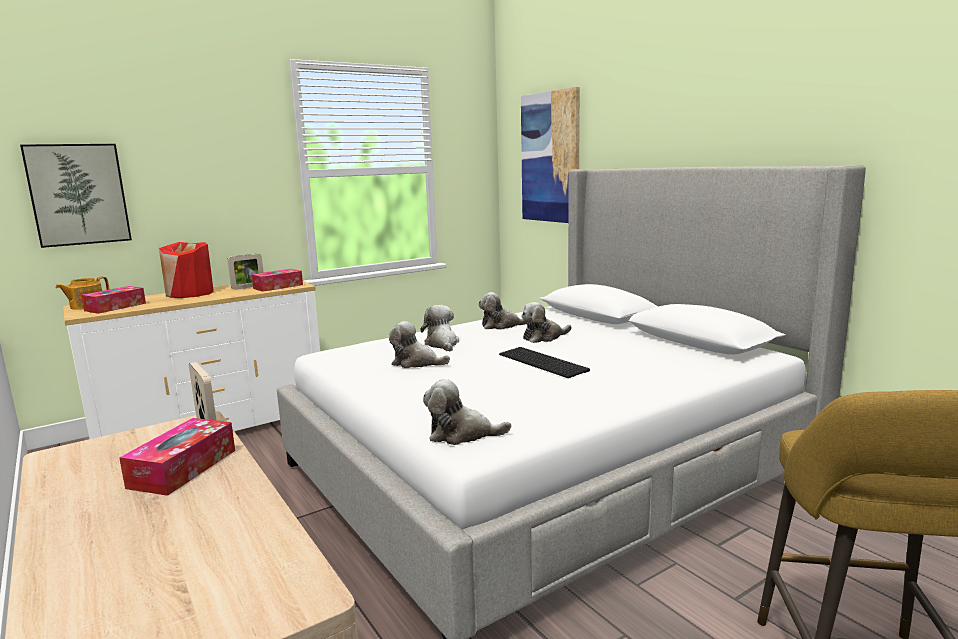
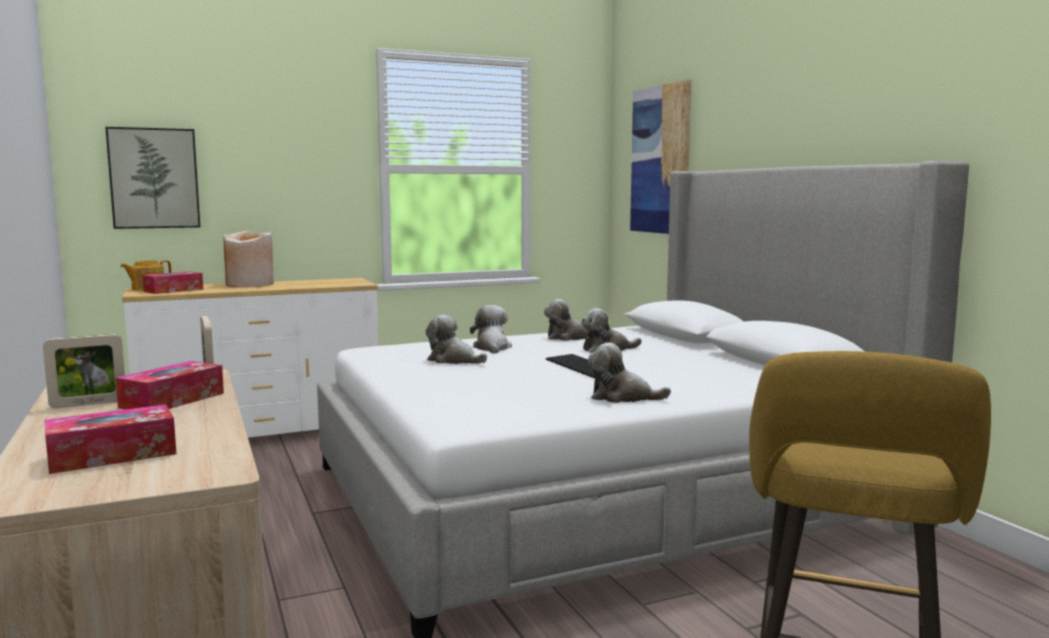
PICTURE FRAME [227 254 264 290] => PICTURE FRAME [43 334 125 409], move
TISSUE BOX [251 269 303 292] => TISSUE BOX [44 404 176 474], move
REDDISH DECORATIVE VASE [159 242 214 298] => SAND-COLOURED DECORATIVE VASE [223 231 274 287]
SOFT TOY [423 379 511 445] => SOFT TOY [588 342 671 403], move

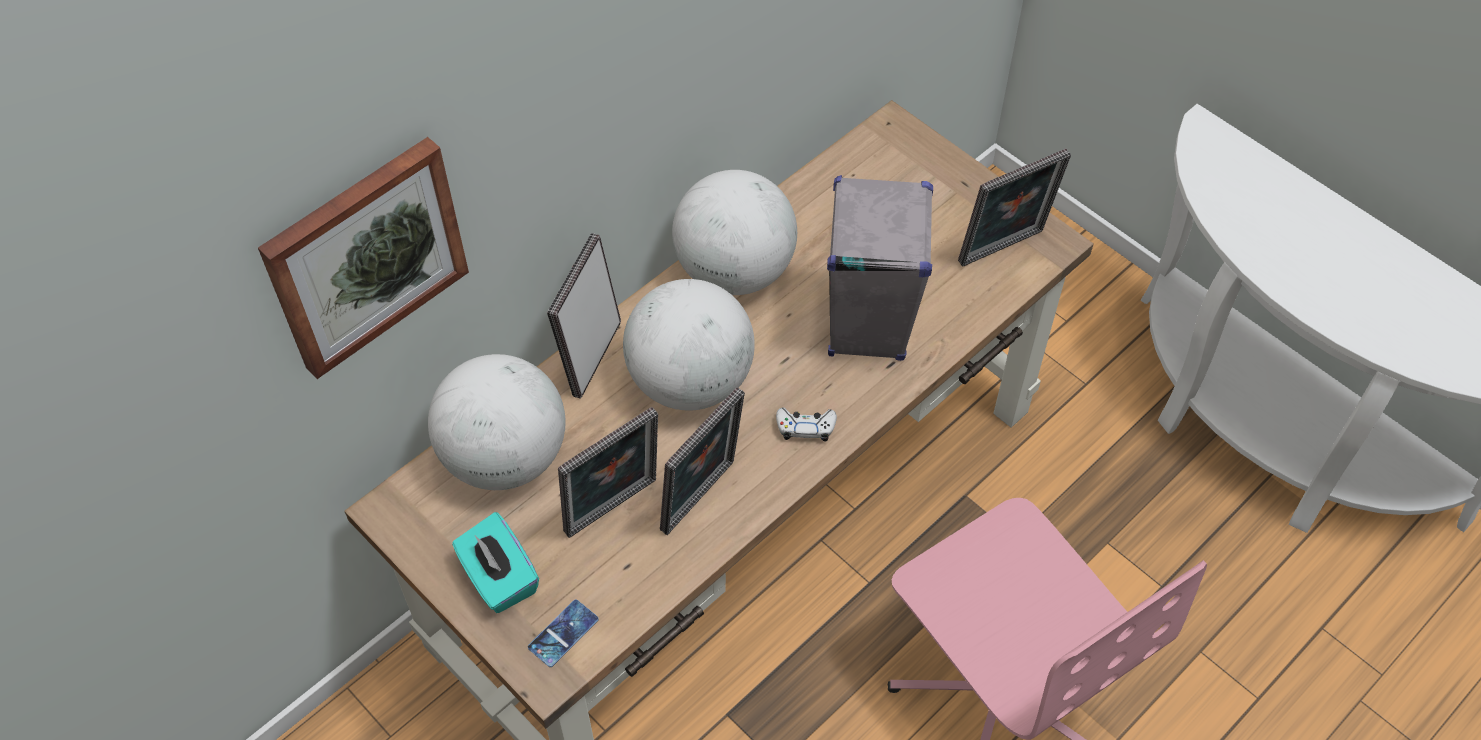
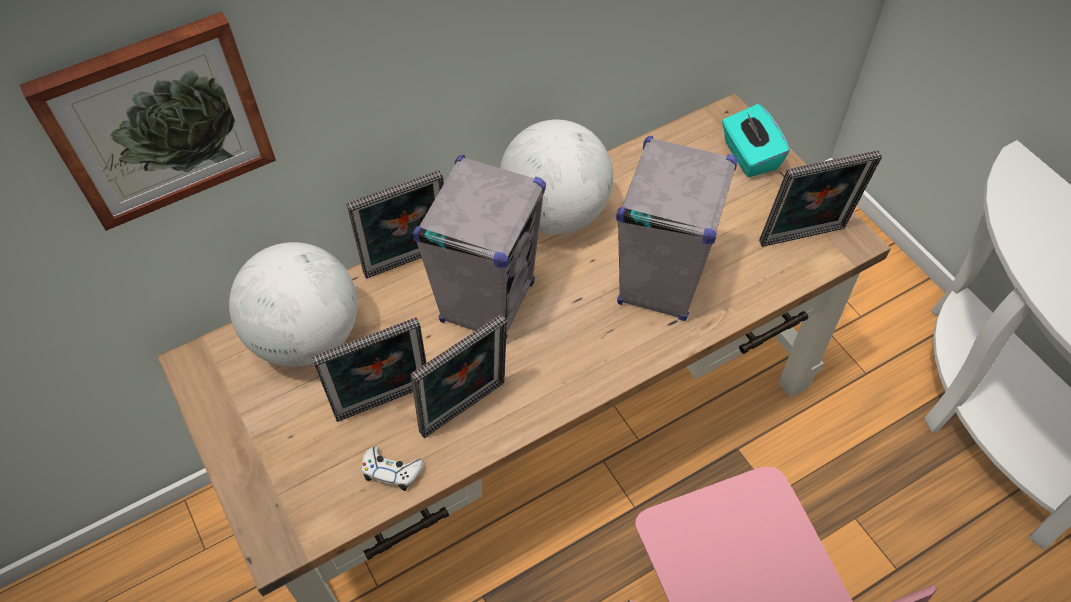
PICTURE FRAME [547 233 621 399] => PICTURE FRAME [346 170 444 279], 150 degrees counterclockwise
WHITE-COLOURED GAME CONTROLLER [776 408 837 442] => WHITE-COLOURED GAME CONTROLLER [361 447 425 491], move
DESK GLOBE [623 279 755 411] => GREY SPEAKER [412 155 546 339]
BLUE-GREEN TISSUE BOX [452 512 539 613] => BLUE-GREEN TISSUE BOX [722 104 790 177], move
HANDSET [528 599 599 667] => nothing

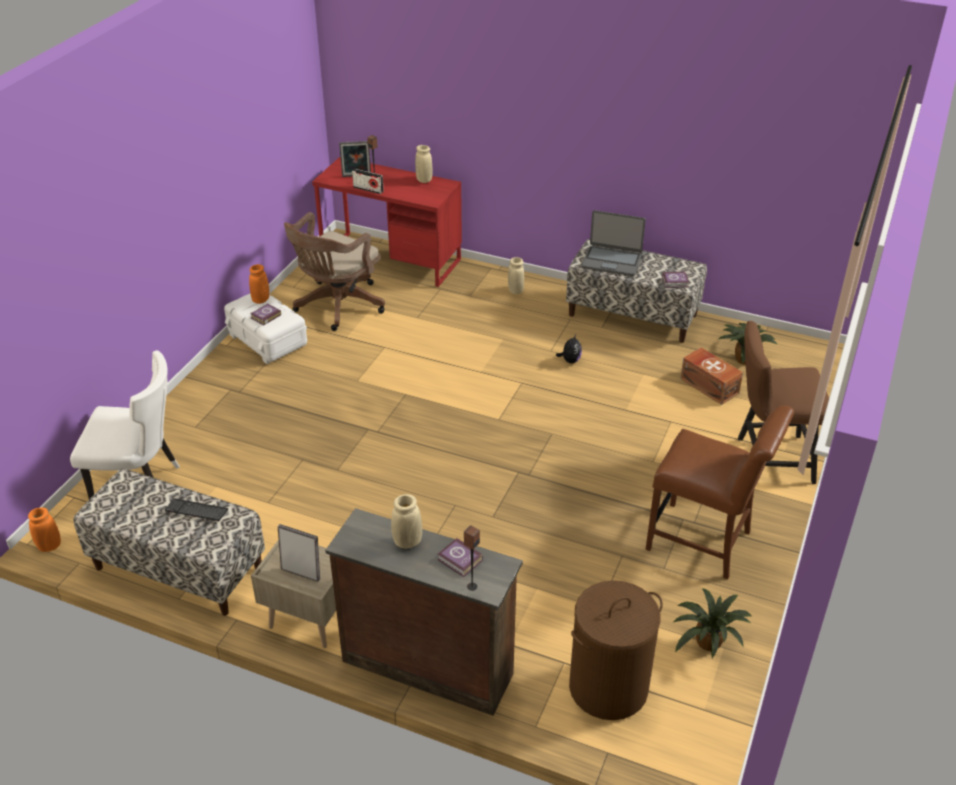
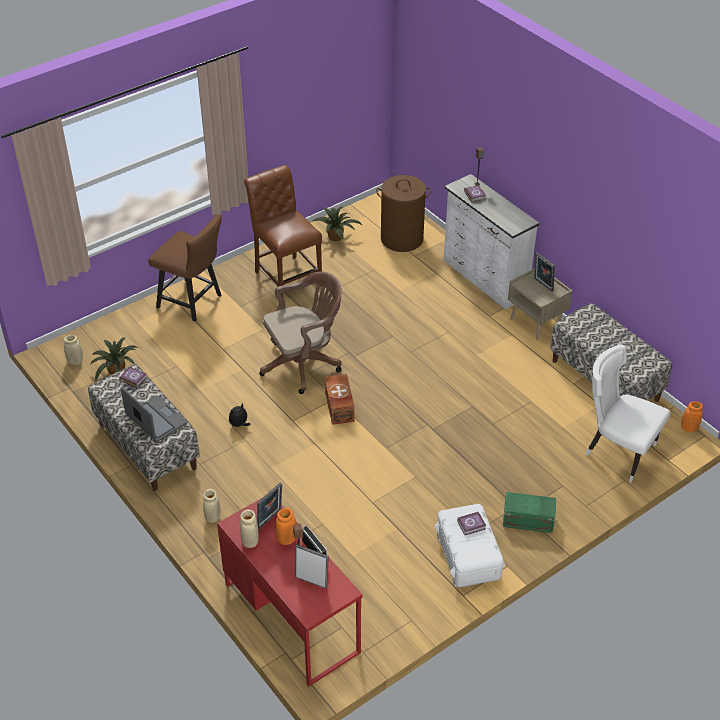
SAND-COLOURED DECORATIVE VASE [391 494 422 549] => SAND-COLOURED DECORATIVE VASE [64 335 83 365], move
nothing => PICTURE FRAME [257 483 282 529]
BROWNISH DESK CHAIR [284 212 385 331] => BROWNISH DESK CHAIR [259 272 342 394], move
ORANGEY DECORATIVE VASE [249 264 269 304] => ORANGEY DECORATIVE VASE [275 508 296 545], move
BROWNISH STORAGE CONTAINER [680 347 743 405] => BROWNISH STORAGE CONTAINER [325 374 355 425], move
BROWNISH DRAWER CHEST [325 508 523 716] => WHITE-COLOURED DRAWER CHEST [444 174 540 309]
nothing => GREEN-COLOURED STORAGE CONTAINER [503 492 556 533]
COMPUTER KEYBOARD [165 498 229 522] => nothing

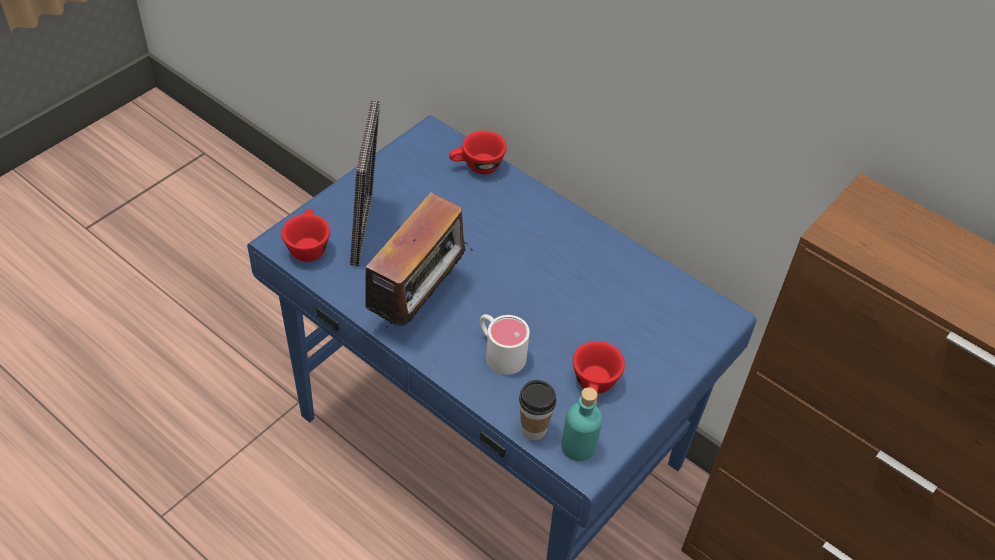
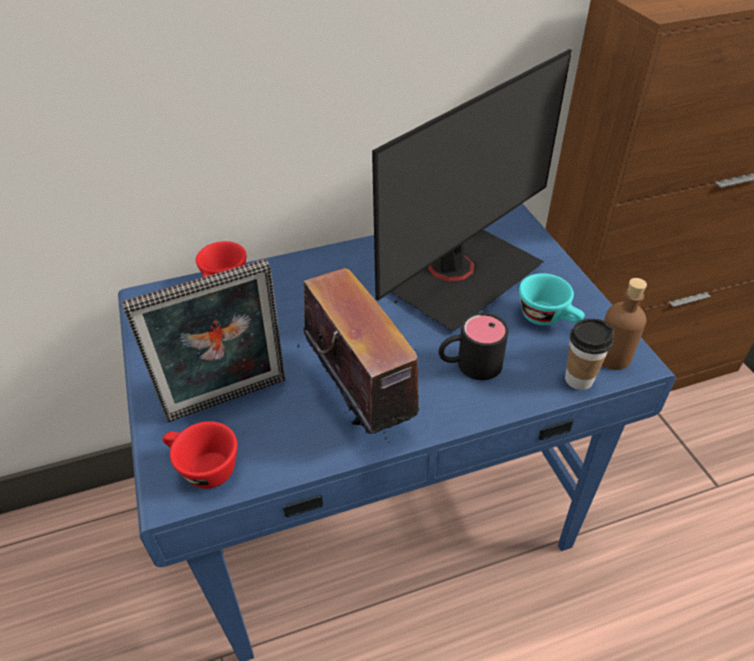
PICTURE FRAME [350 100 380 266] => PICTURE FRAME [122 259 285 422], 120 degrees clockwise
nothing => COMPUTER DISPLAY [372 49 572 332]
WHITE-COLOURED COFFEE MUG [480 314 530 375] => BLACKISH COFFEE MUG [438 312 509 380]
REDDISH DRINKING CUP [573 341 625 401] => BLUE-GREEN DRINKING CUP [519 273 585 326]
BLUE-GREEN BEVERAGE BOTTLE [561 387 603 461] => BROWNISH BEVERAGE BOTTLE [602 278 647 370]

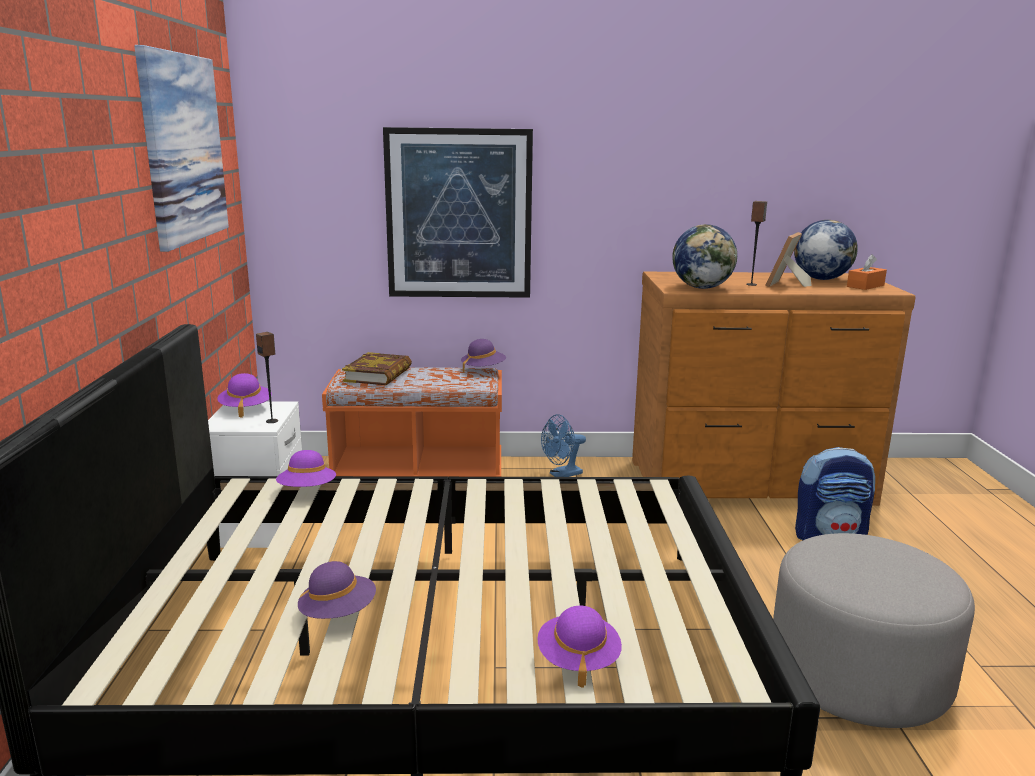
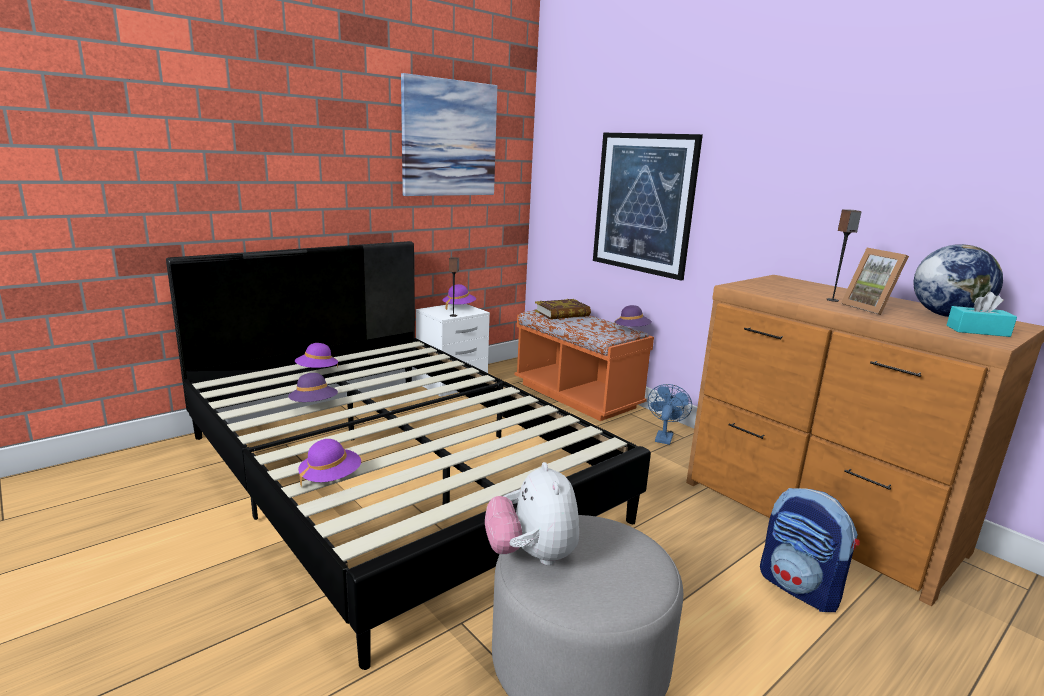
PURPLE-COLOURED WEARABLE HAT [276 450 336 487] => PURPLE-COLOURED WEARABLE HAT [295 343 338 368], move
nothing => SOFT TOY [485 462 579 565]
BLUISH ELECTRIC FAN [541 414 586 477] => BLUISH ELECTRIC FAN [648 384 692 445], 90 degrees clockwise
PICTURE FRAME [766 232 812 287] => PICTURE FRAME [841 248 909 315], 105 degrees counterclockwise
ORANGEY TISSUE BOX [847 254 887 290] => BLUE-GREEN TISSUE BOX [947 292 1017 337]
DESK GLOBE [672 224 737 289] => nothing

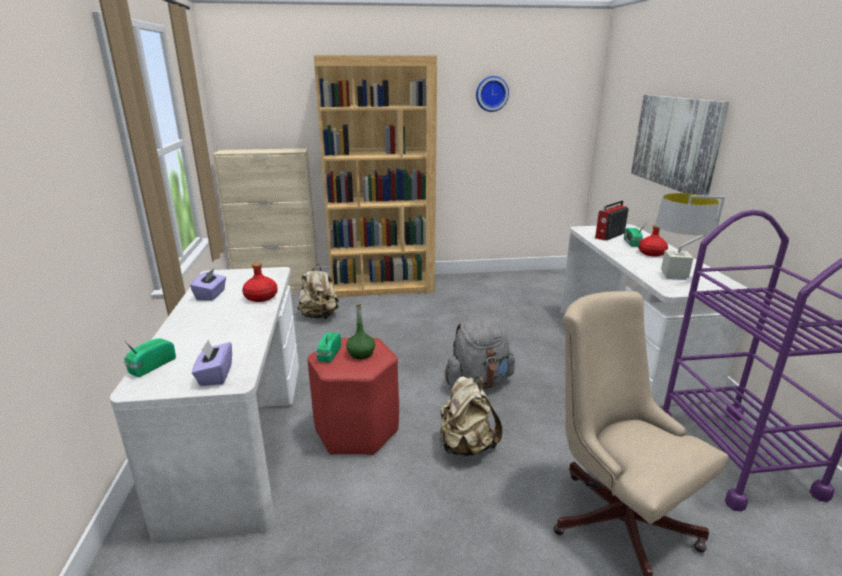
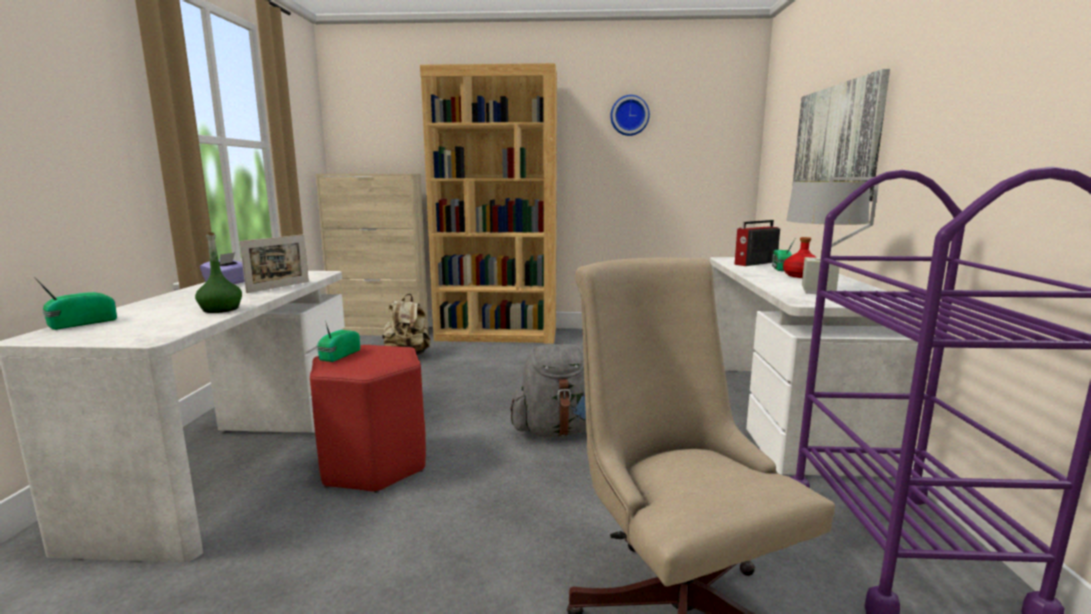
GREEN-COLOURED BEVERAGE BOTTLE [346 303 375 359] => GREEN-COLOURED BEVERAGE BOTTLE [195 232 242 313], move
REDDISH BEVERAGE BOTTLE [242 262 278 302] => PICTURE FRAME [240 234 309 293]
PURPLE-COLOURED TISSUE BOX [192 340 232 386] => nothing
SAND-COLOURED BACKPACK [440 376 502 456] => nothing

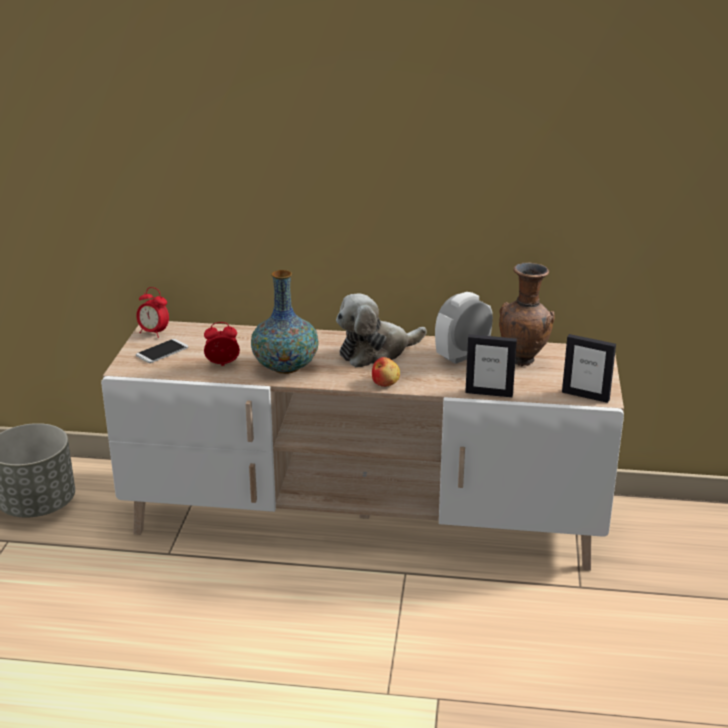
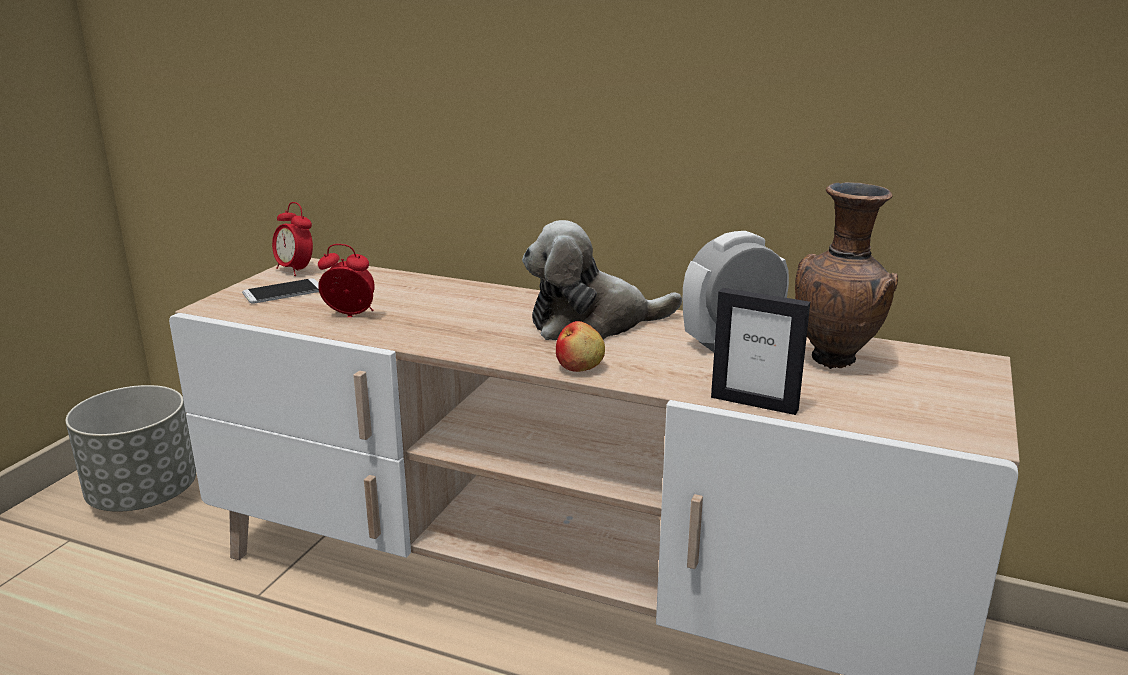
DECORATIVE VASE [251 270 319 374] => nothing
PICTURE FRAME [562 334 616 403] => nothing

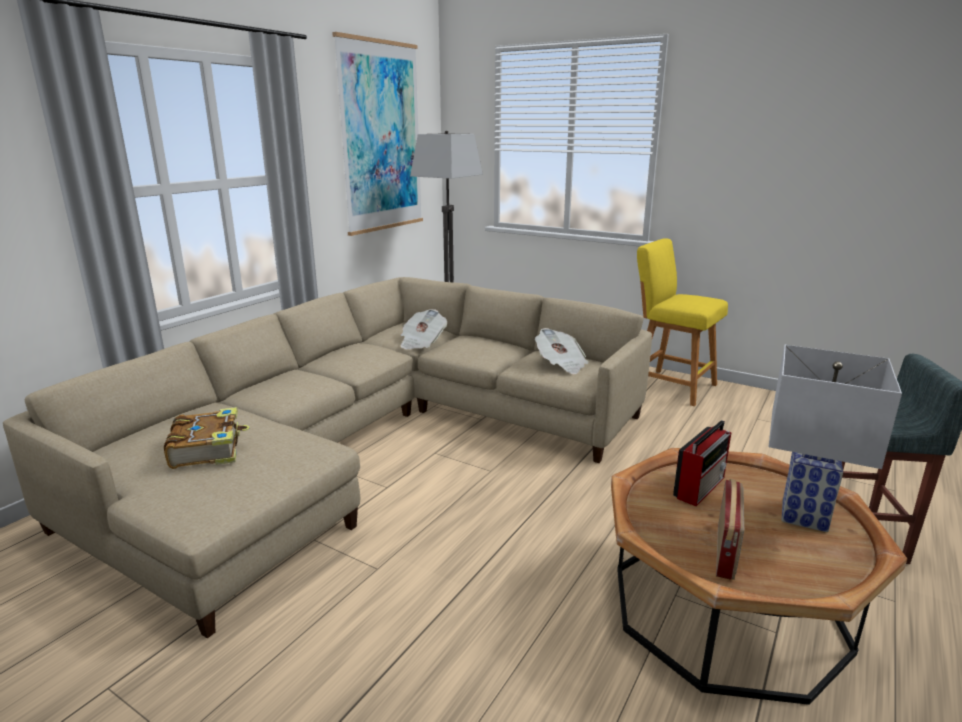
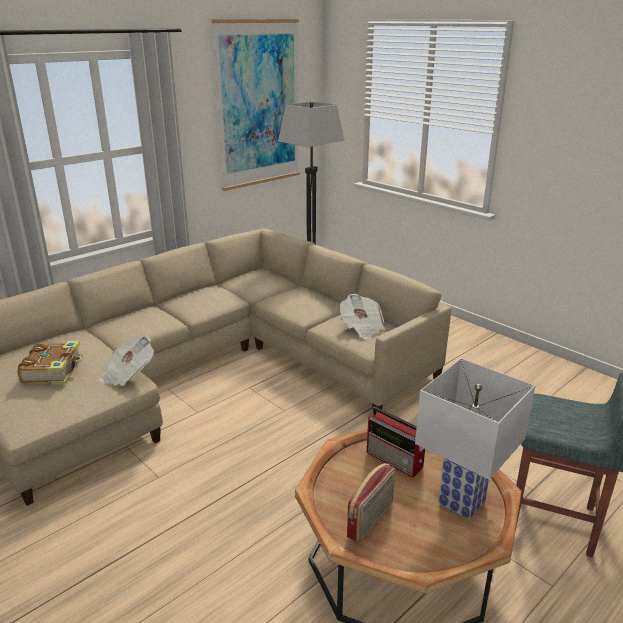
PRINTED PAPER [400 309 447 349] => PRINTED PAPER [99 336 154 386], move
RADIO [673 420 731 506] => RADIO [367 407 425 477], 75 degrees clockwise
YELLOW-COLOURED SITTING STOOL [637 238 728 406] => nothing

